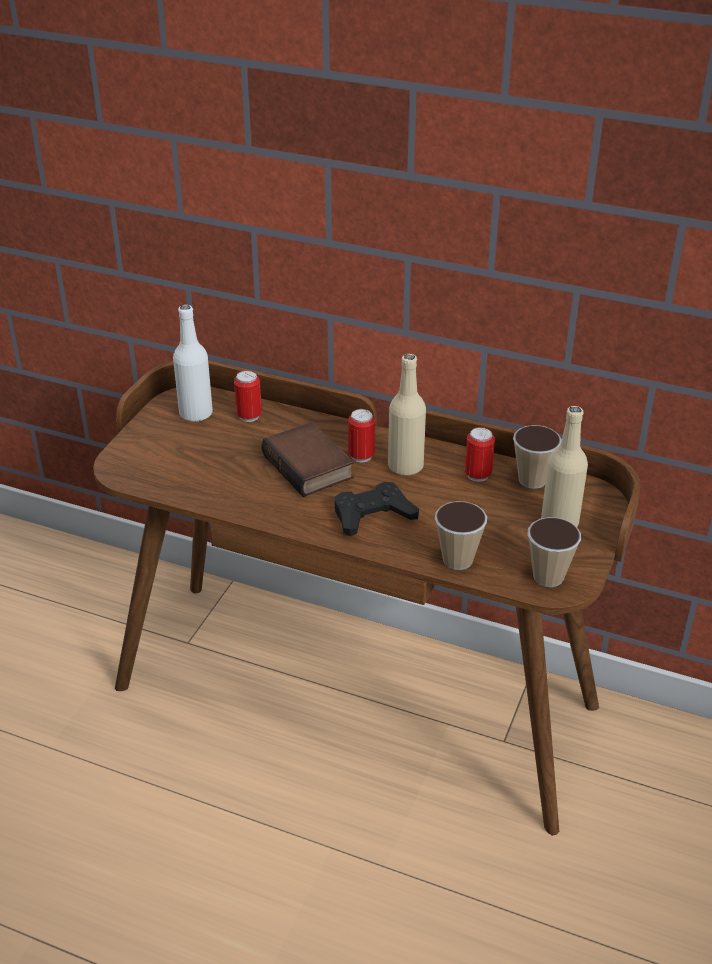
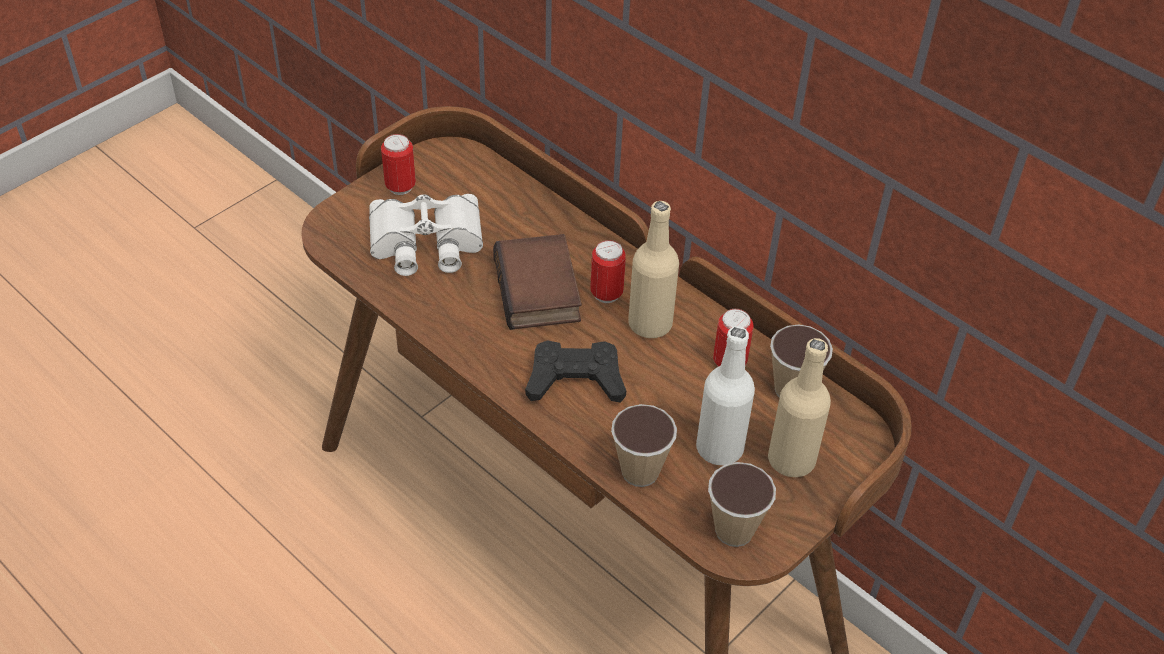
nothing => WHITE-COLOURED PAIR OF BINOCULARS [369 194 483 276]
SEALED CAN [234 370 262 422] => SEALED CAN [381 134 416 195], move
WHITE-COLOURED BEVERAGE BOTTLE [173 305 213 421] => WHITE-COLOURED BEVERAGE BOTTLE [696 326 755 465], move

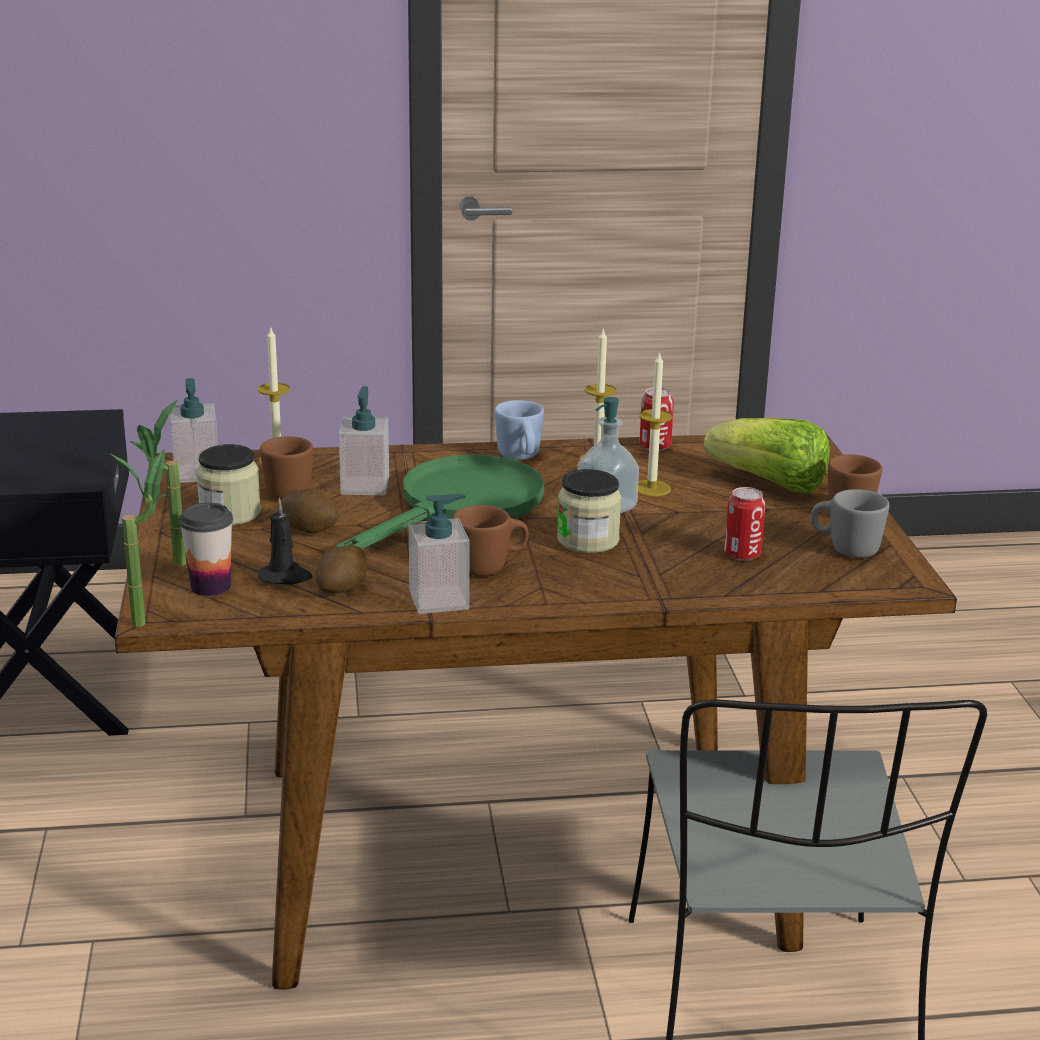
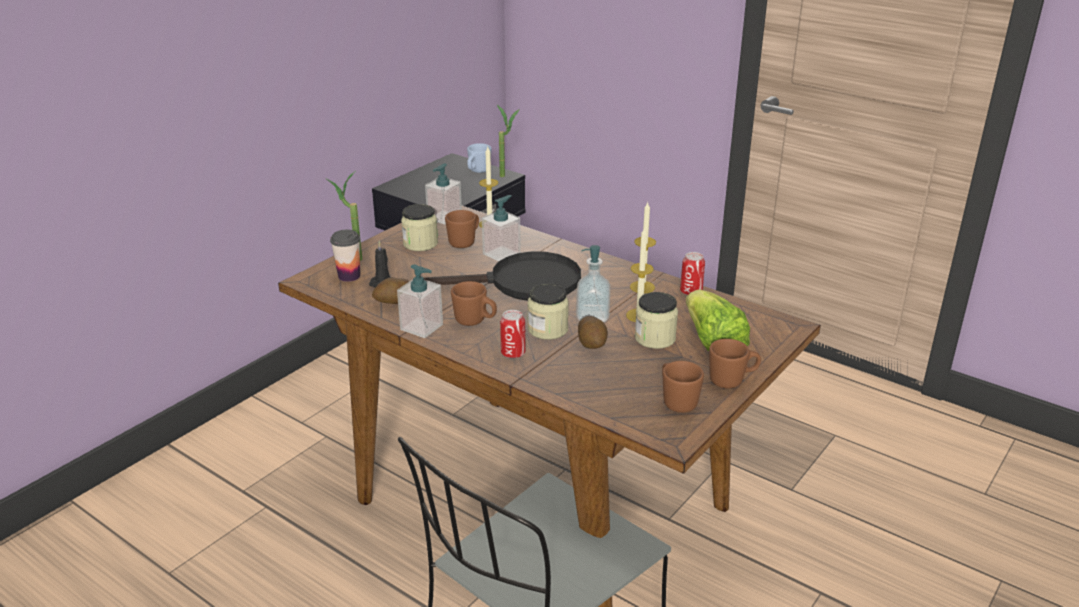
GREEN-COLOURED FRYING PAN [336 454 544 549] => BLACKISH FRYING PAN [424 251 581 301]
BLUISH COFFEE MUG [494 400 544 460] => BLUISH COFFEE MUG [467 143 492 173], move
HOUSEPLANT [110 449 167 627] => HOUSEPLANT [497 105 519 177], move
SEALED CAN [724 487 765 561] => SEALED CAN [500 310 526 358], move
SPUD [281 489 339 533] => SPUD [578 316 608 349], move
nothing => JAR [635 292 678 349]
GREY COFFEE MUG [811 489 889 558] => BROWNISH COFFEE MUG [662 361 704 413]

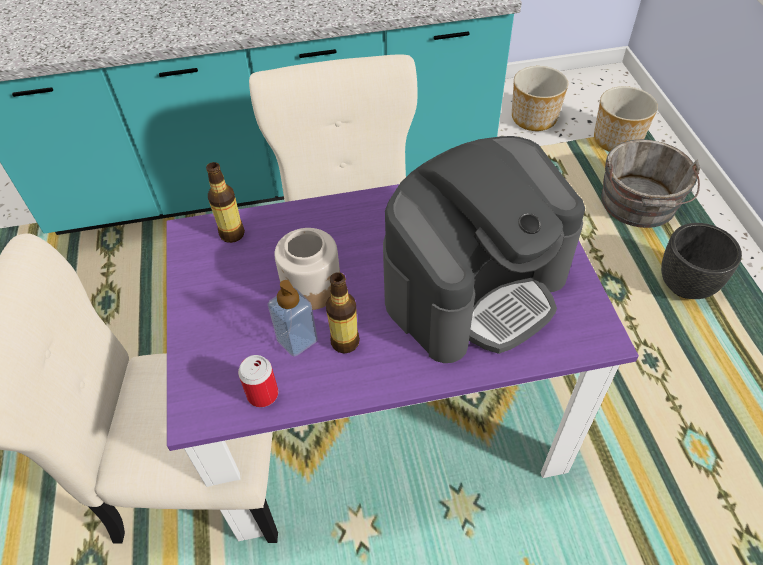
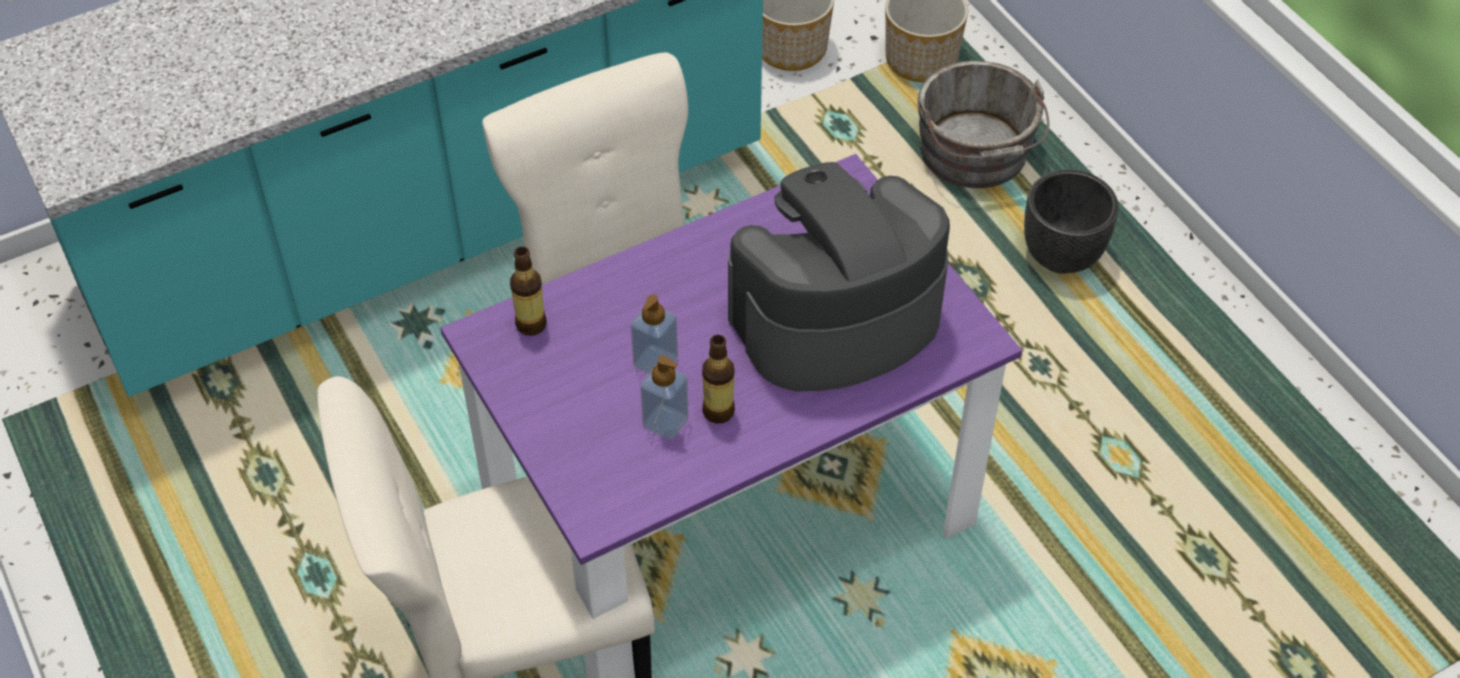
JAR [274 228 340 310] => SOAP BOTTLE [631 295 678 374]
COFFEE BREWER [383 136 585 363] => COFFEE BREWER [728 162 950 392], 150 degrees counterclockwise
SEALED CAN [238 355 278 407] => nothing

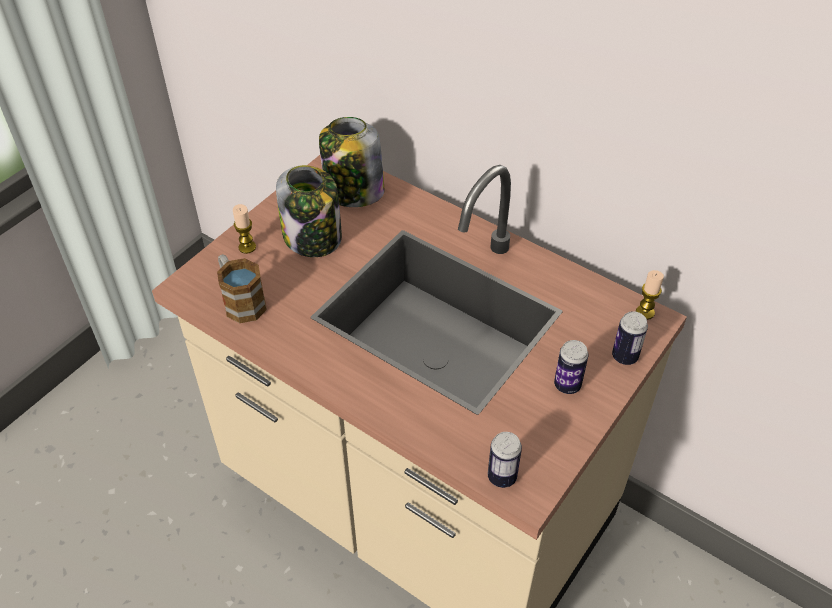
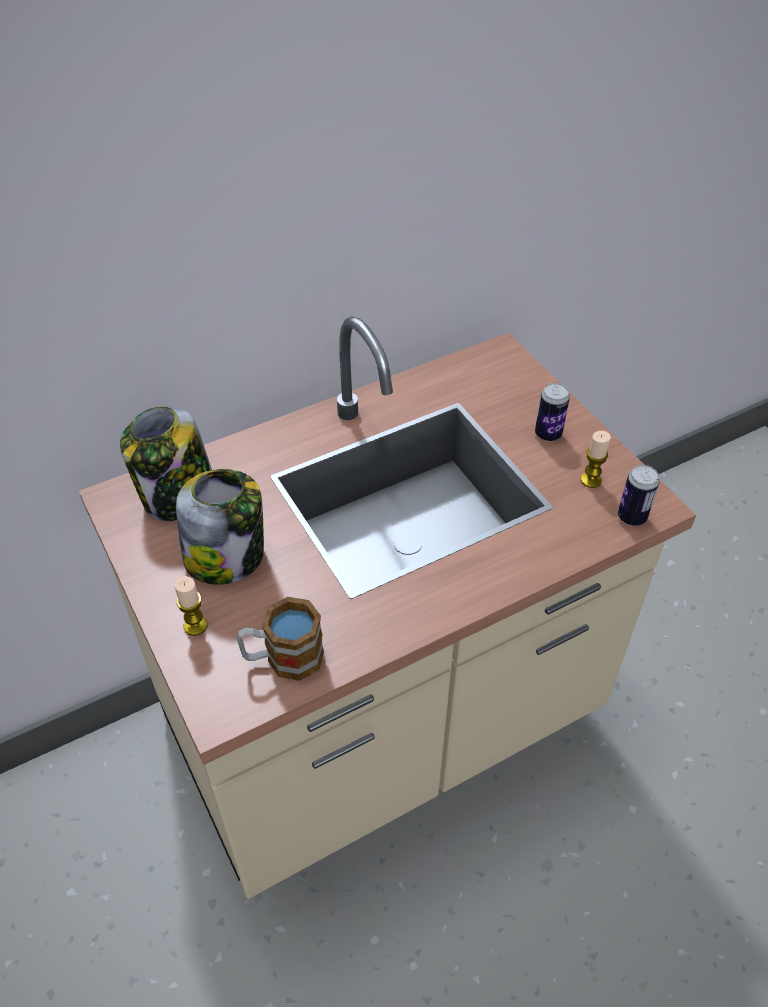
CANDLE [636 270 664 320] => CANDLE [581 431 611 488], move
SEALED CAN [612 311 648 365] => nothing

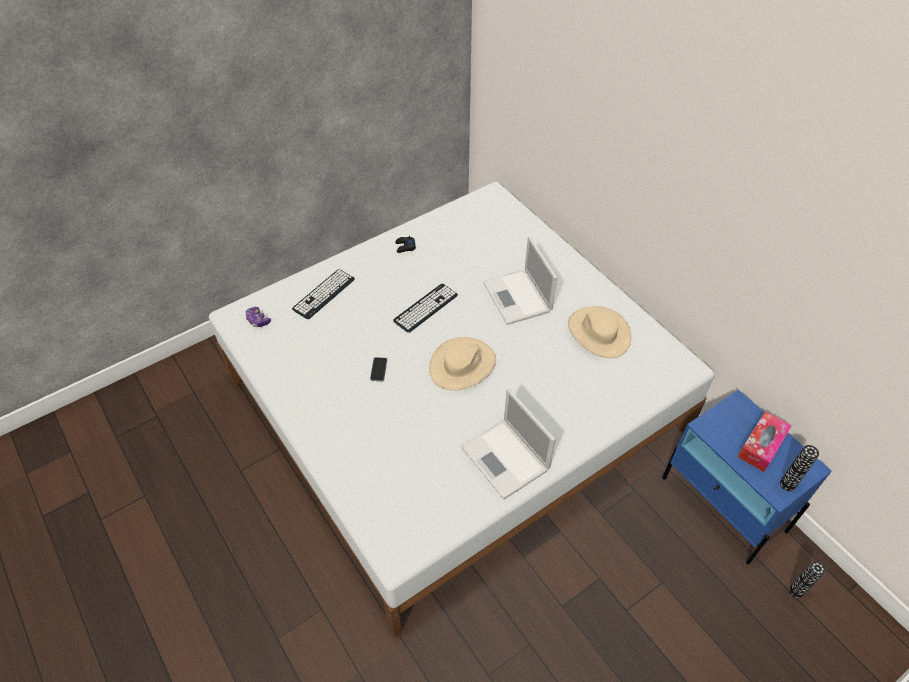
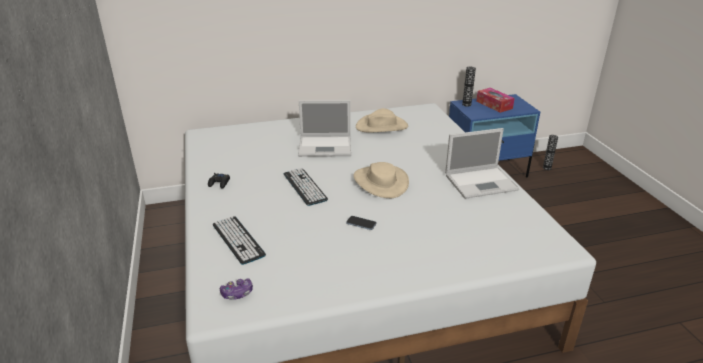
DECORATIVE VASE [780 445 819 491] => DECORATIVE VASE [462 67 476 107], move

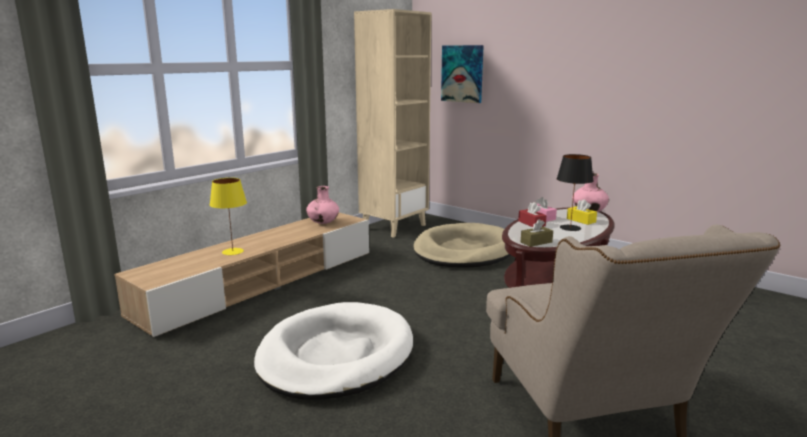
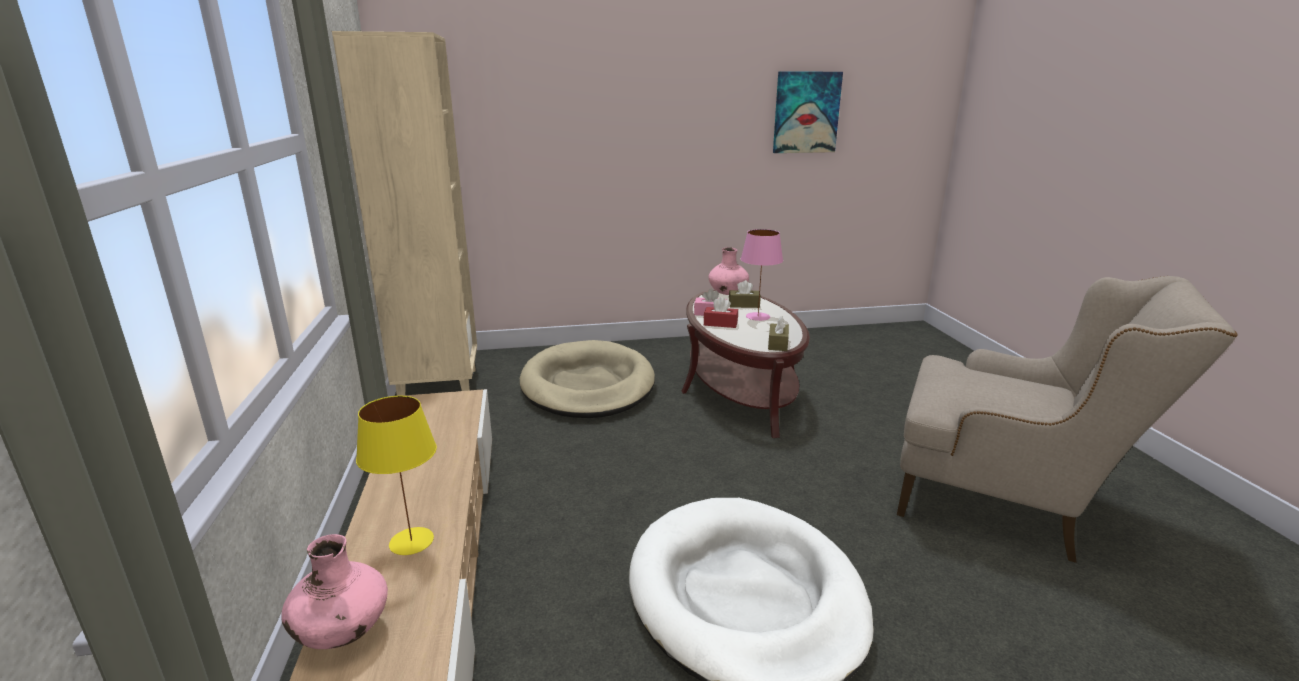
PINK-COLOURED DECORATIVE VASE [306 186 339 224] => PINK-COLOURED DECORATIVE VASE [281 534 388 649], move
YELLOW-COLOURED TISSUE BOX [567 199 597 225] => BROWNISH TISSUE BOX [729 280 761 308]
BLACKISH TABLE LAMP [557 154 594 231] => PINK-COLOURED TABLE LAMP [740 229 783 321]
WALL ART [441 45 484 103] => WALL ART [773 72 843 153], move

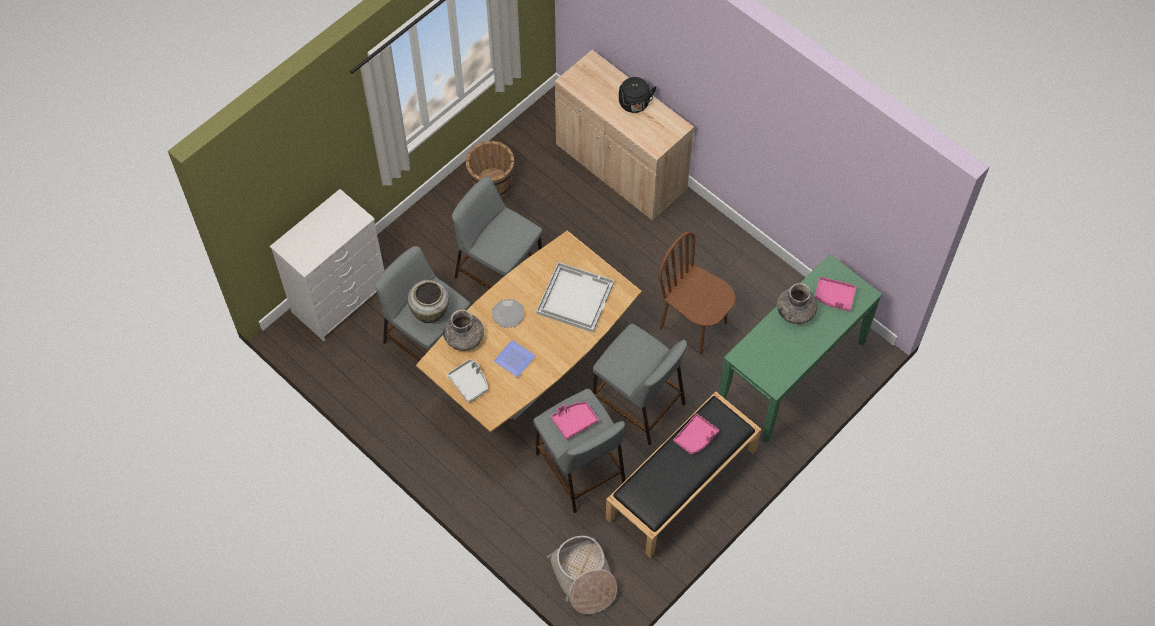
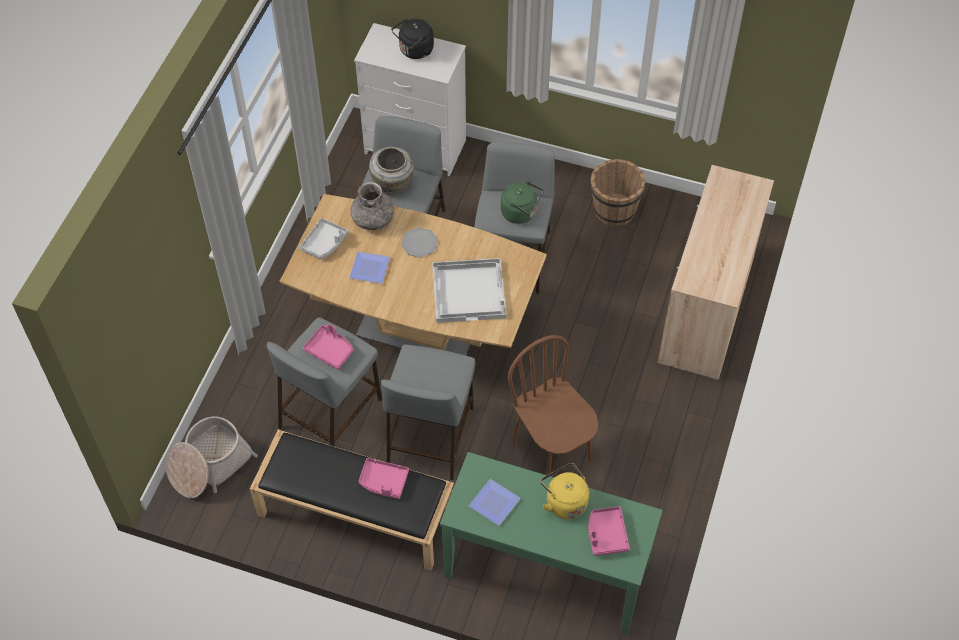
BLACKISH WATER KETTLE [619 77 657 113] => BLACKISH WATER KETTLE [391 18 434 59], move
nothing => PLATE [469 479 521 526]
nothing => GREEN-COLOURED WATER KETTLE [501 180 544 224]
BROWNISH PLAIN CHAIR [659 231 735 354] => BROWNISH PLAIN CHAIR [508 335 598 475], 45 degrees counterclockwise
GREY DECORATIVE VASE [777 283 818 324] => YELLOW-COLOURED WATER KETTLE [540 463 589 519]

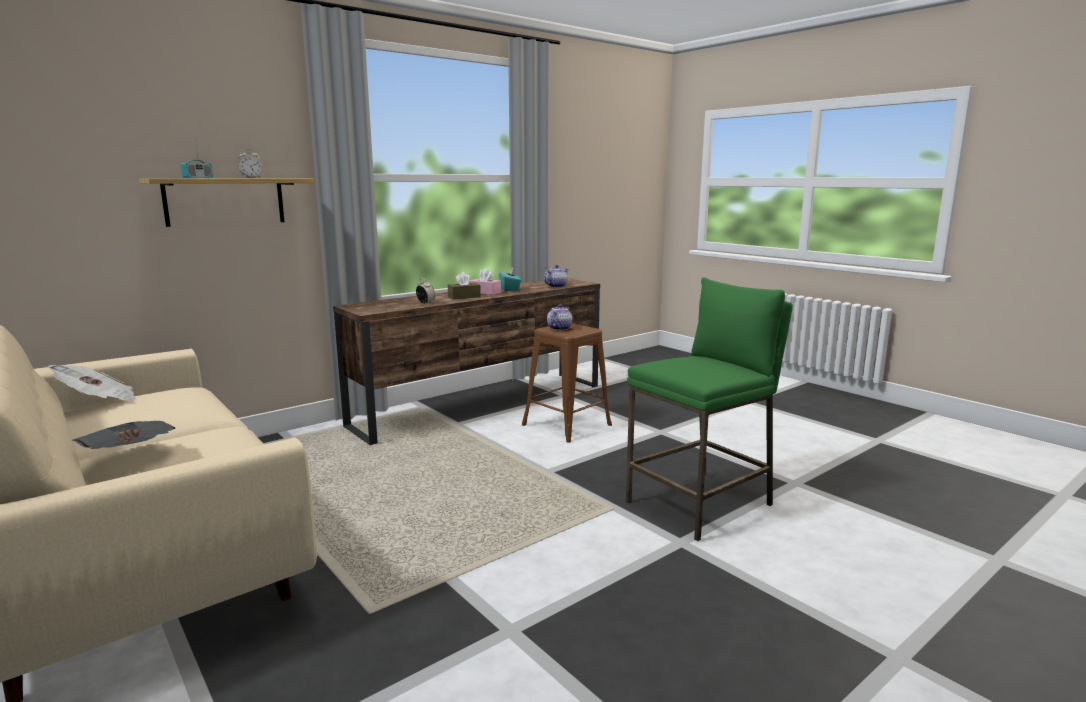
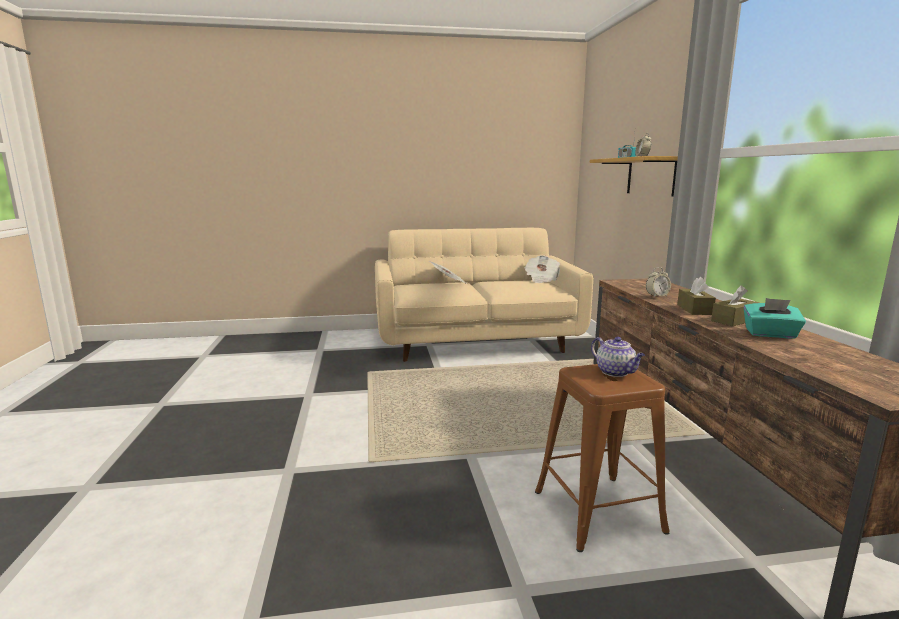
PINK-COLOURED TISSUE BOX [470 268 501 295] => BROWNISH TISSUE BOX [711 285 759 326]
POT FOR TEA [544 265 569 288] => nothing
GREEN-COLOURED SITTING STOOL [626 278 793 541] => nothing

